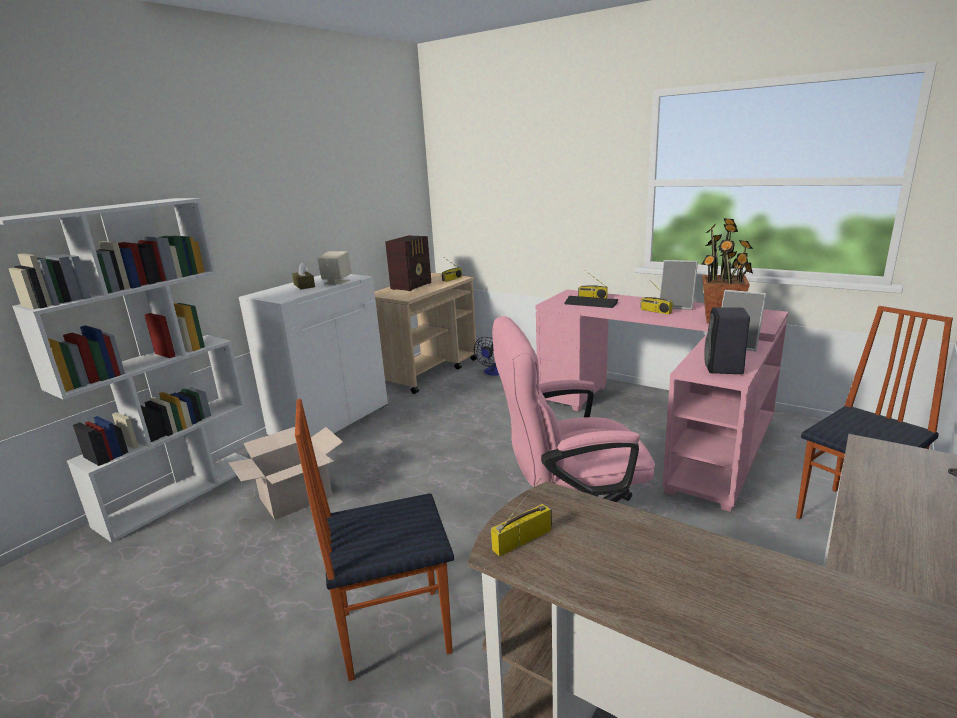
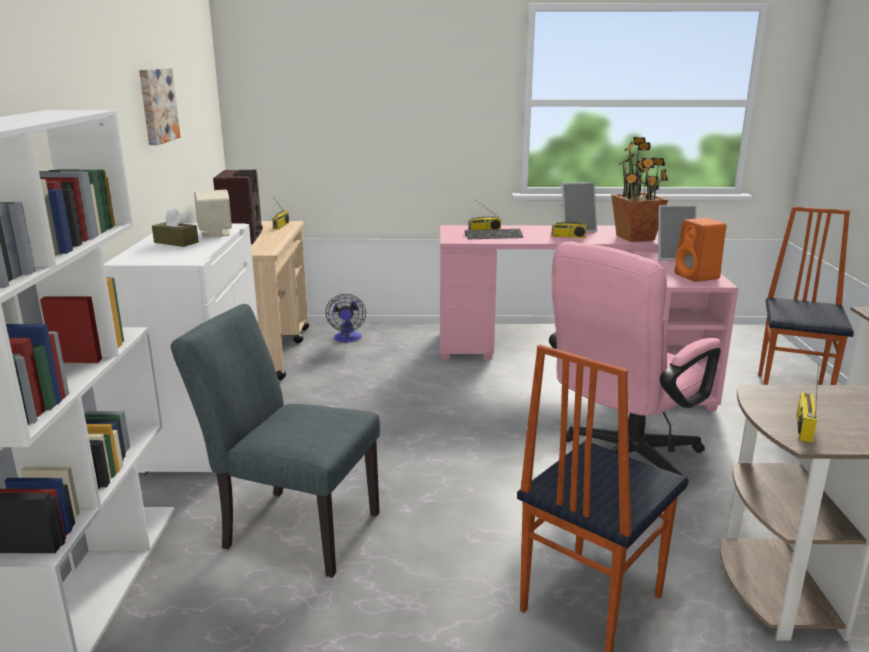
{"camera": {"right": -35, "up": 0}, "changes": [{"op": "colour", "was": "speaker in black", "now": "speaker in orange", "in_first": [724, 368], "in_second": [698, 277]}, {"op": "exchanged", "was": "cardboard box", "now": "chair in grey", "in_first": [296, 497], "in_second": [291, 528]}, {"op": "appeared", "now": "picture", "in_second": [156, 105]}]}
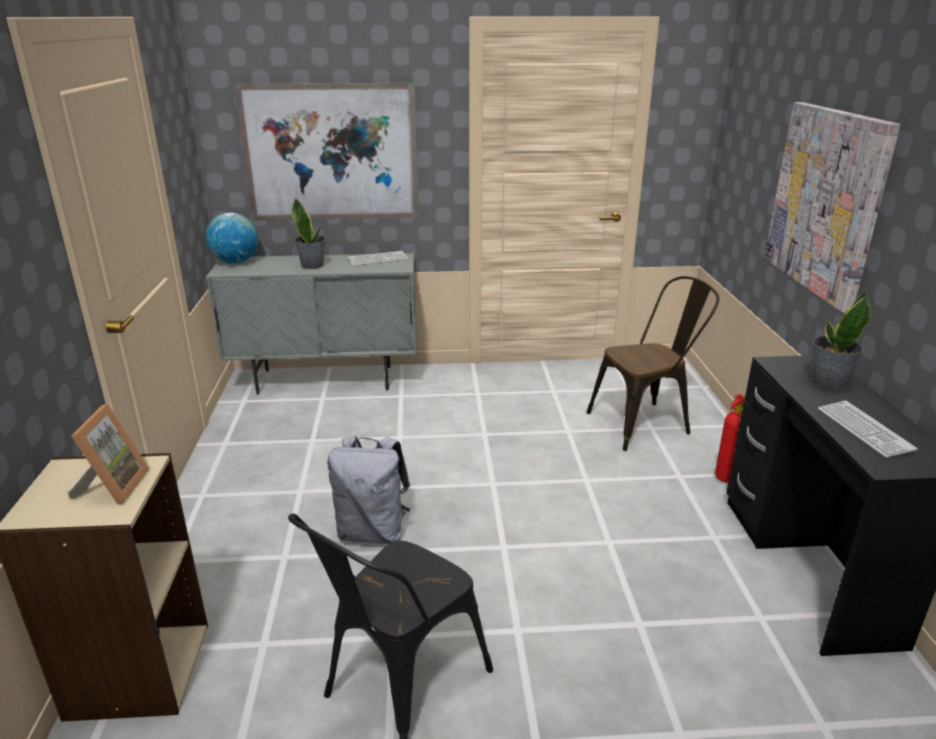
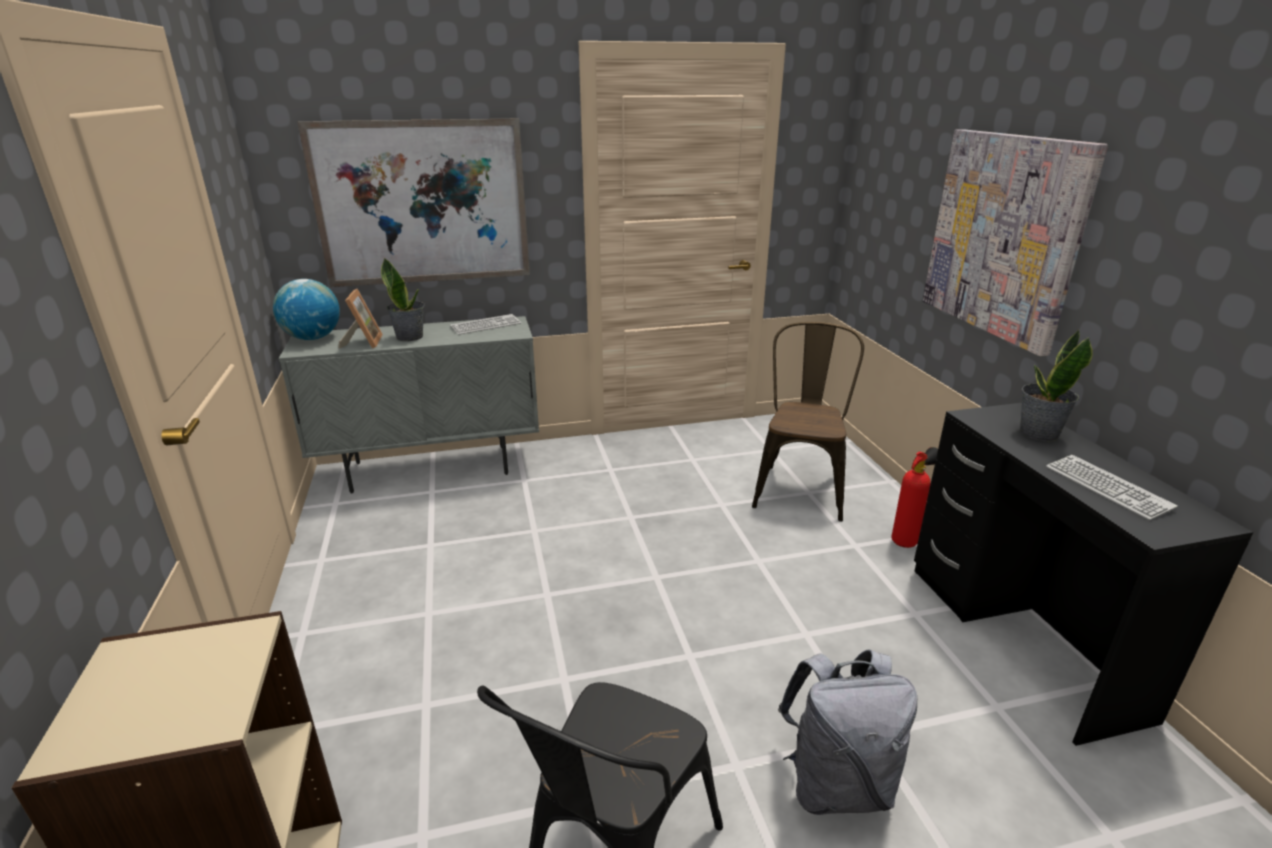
{"camera": {"right": -10, "up": 0}, "changes": [{"op": "spun", "was": "chair in brown", "in_first": [646, 423], "in_second": [800, 487], "clockwise": -45}, {"op": "relocated", "was": "picture frame", "in_first": [113, 486], "in_second": [363, 342]}, {"op": "relocated", "was": "backpack in grey", "in_first": [373, 532], "in_second": [836, 784]}]}
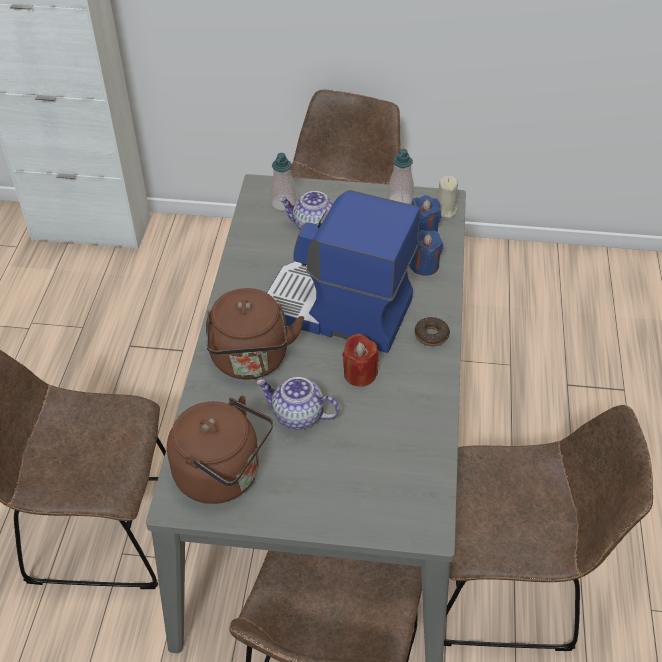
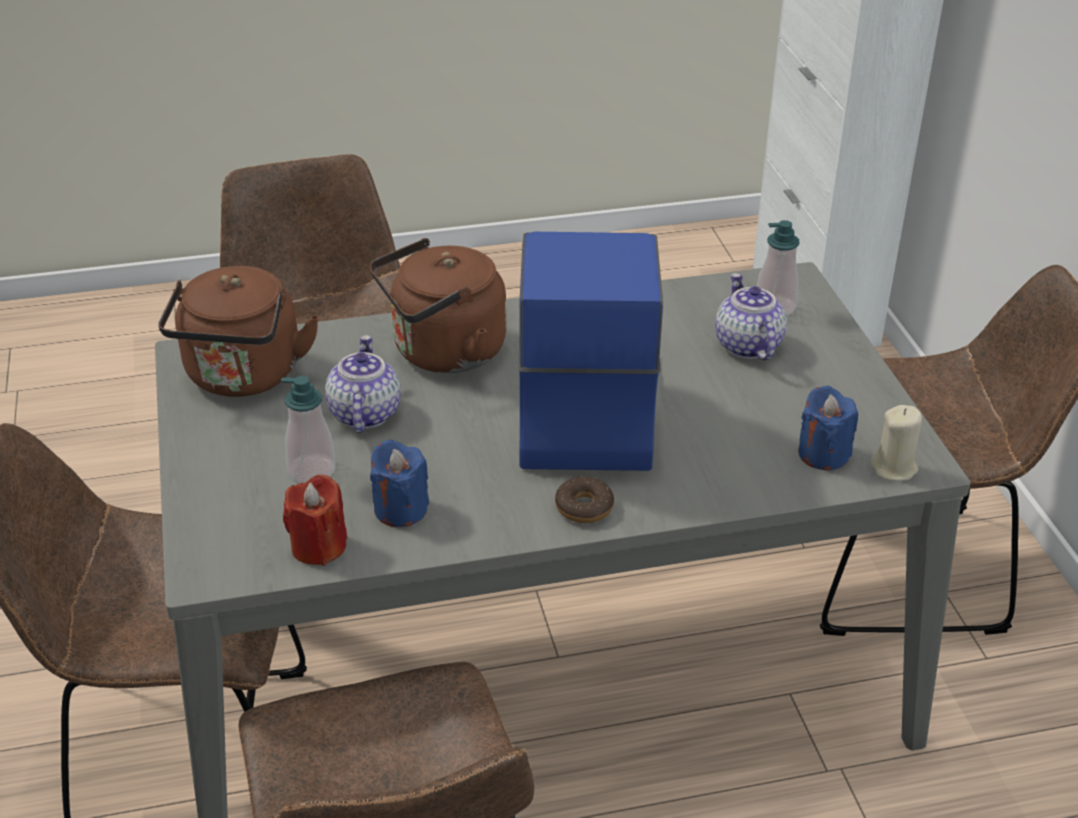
{"camera": {"right": 70, "up": -10}, "changes": [{"op": "relocated", "was": "soap dispenser", "in_first": [400, 199], "in_second": [311, 470]}, {"op": "relocated", "was": "candle in blue", "in_first": [424, 265], "in_second": [400, 509]}, {"op": "relocated", "was": "candle in red", "in_first": [359, 374], "in_second": [318, 546]}]}
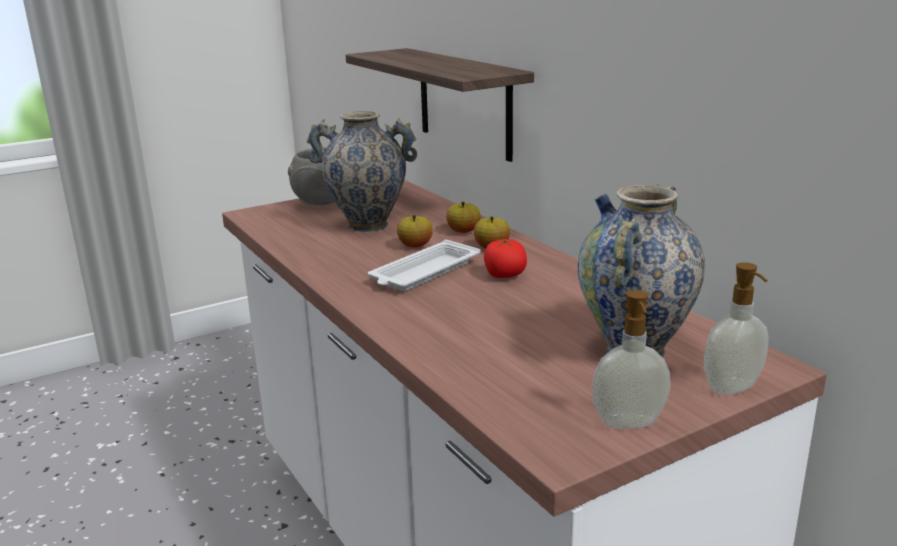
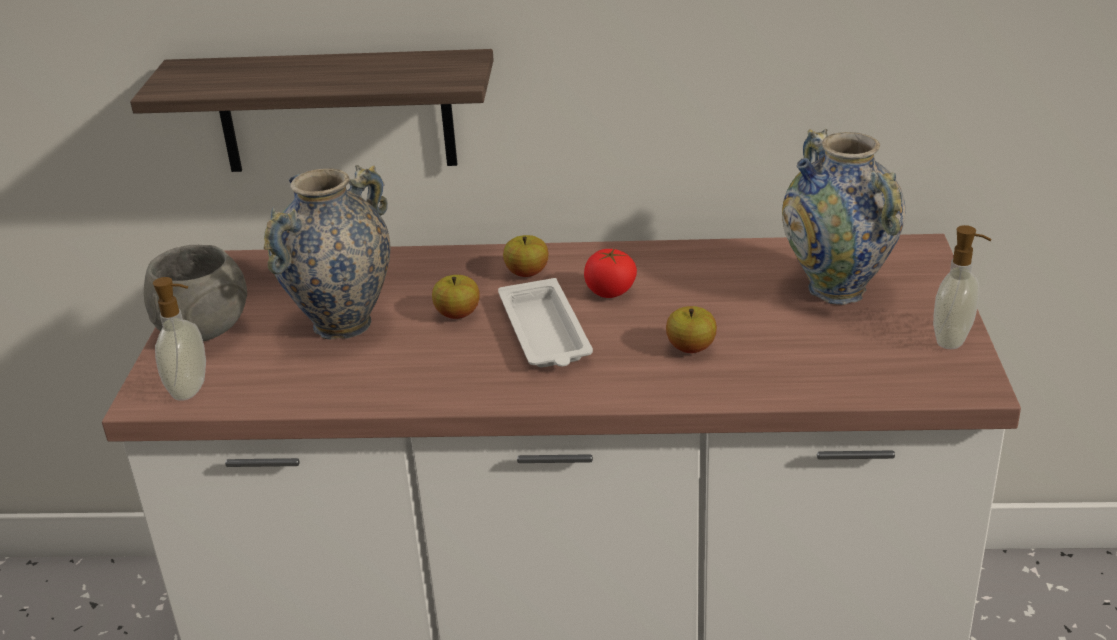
{"camera": {"right": -55, "up": 10}, "changes": [{"op": "relocated", "was": "apple", "in_first": [463, 231], "in_second": [691, 348]}, {"op": "relocated", "was": "soap dispenser", "in_first": [733, 388], "in_second": [191, 389]}]}
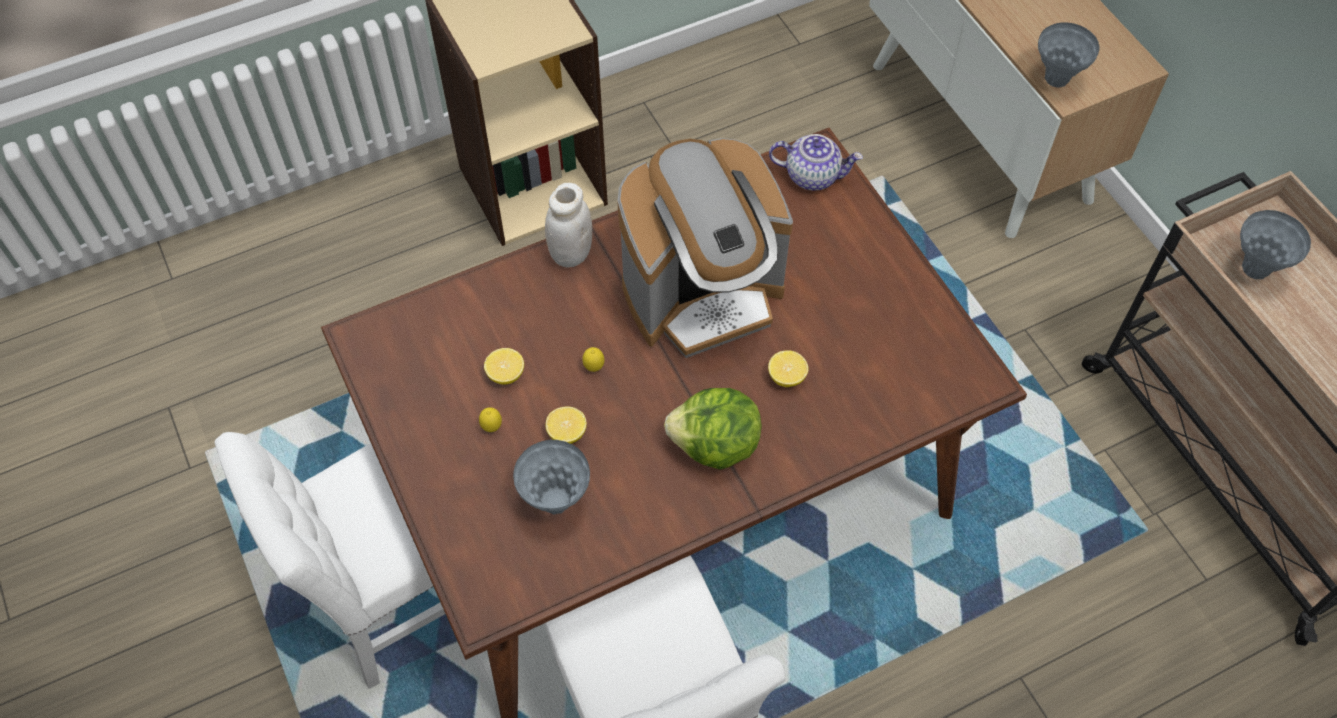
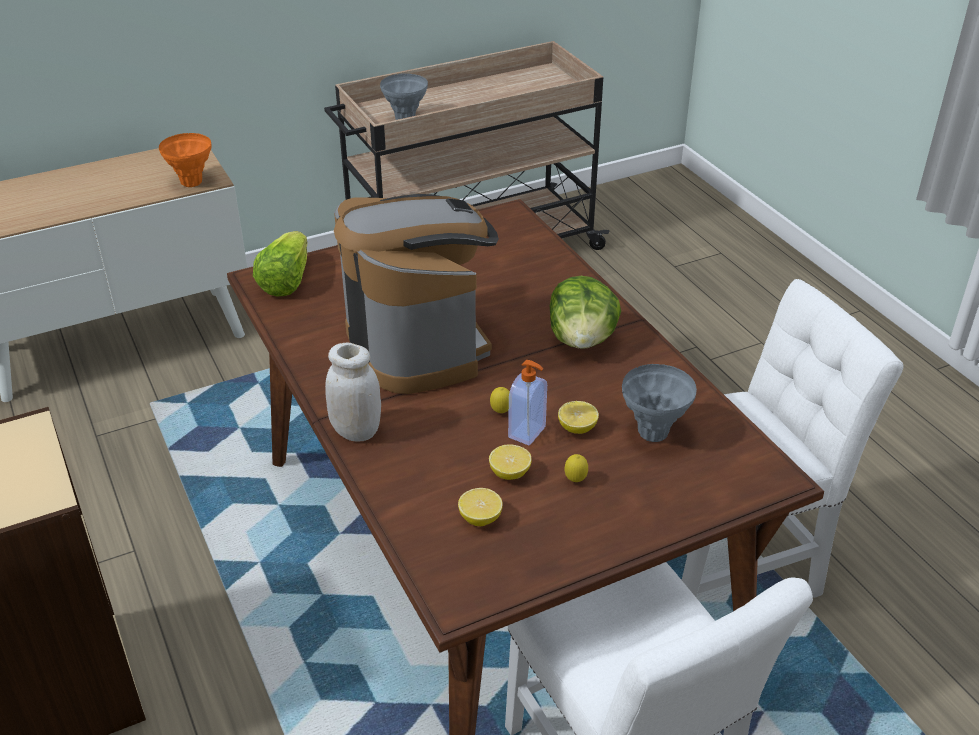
{"camera": {"right": -90, "up": -20}, "changes": [{"op": "colour", "was": "vase in grey", "now": "vase in orange", "in_first": [1056, 80], "in_second": [192, 183]}, {"op": "exchanged", "was": "teapot", "now": "lettuce", "in_first": [813, 175], "in_second": [285, 281]}, {"op": "relocated", "was": "lemon", "in_first": [786, 377], "in_second": [480, 518]}, {"op": "appeared", "now": "soap dispenser", "in_second": [528, 433]}]}
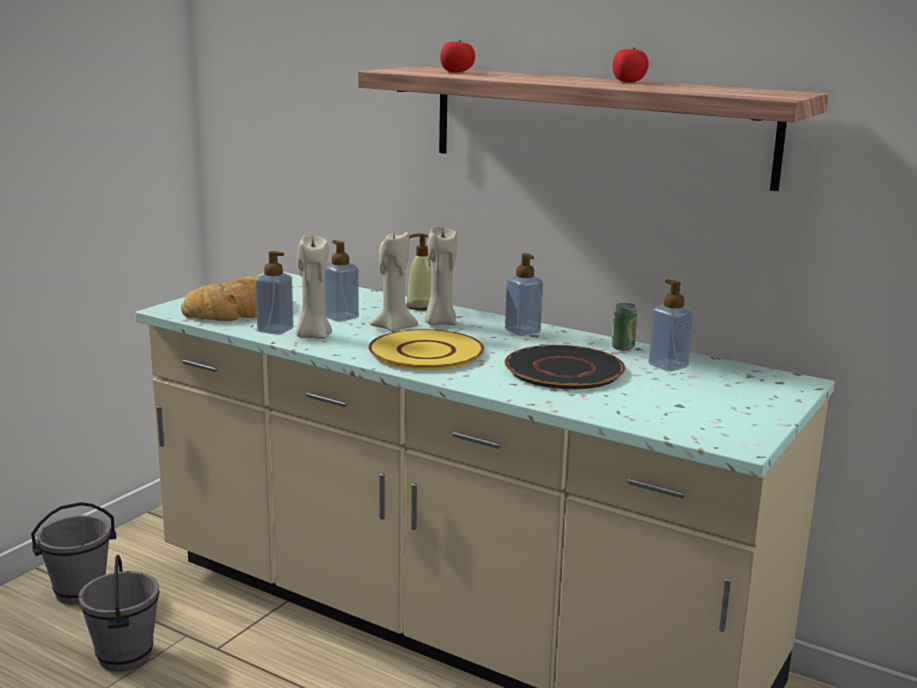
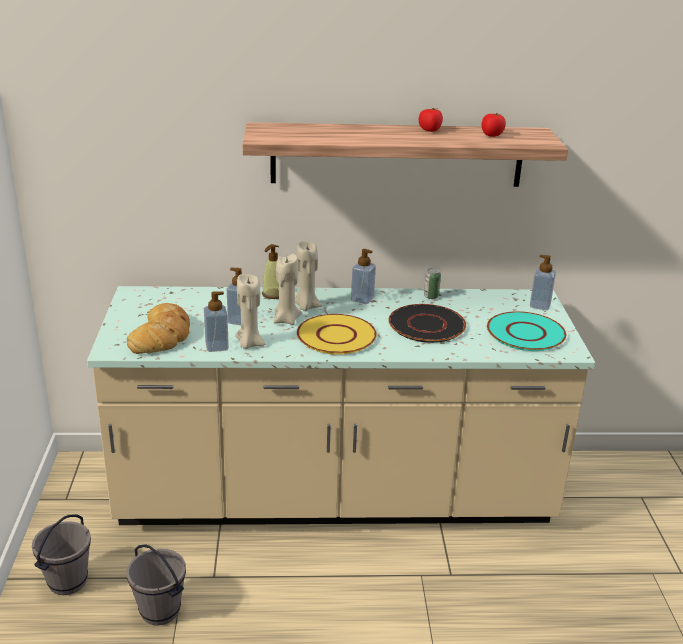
{"camera": {"right": -35, "up": 10}, "changes": [{"op": "relocated", "was": "tomato", "in_first": [457, 72], "in_second": [491, 135]}, {"op": "relocated", "was": "soap dispenser", "in_first": [668, 366], "in_second": [540, 305]}, {"op": "appeared", "now": "plate in turquoise", "in_second": [526, 333]}]}
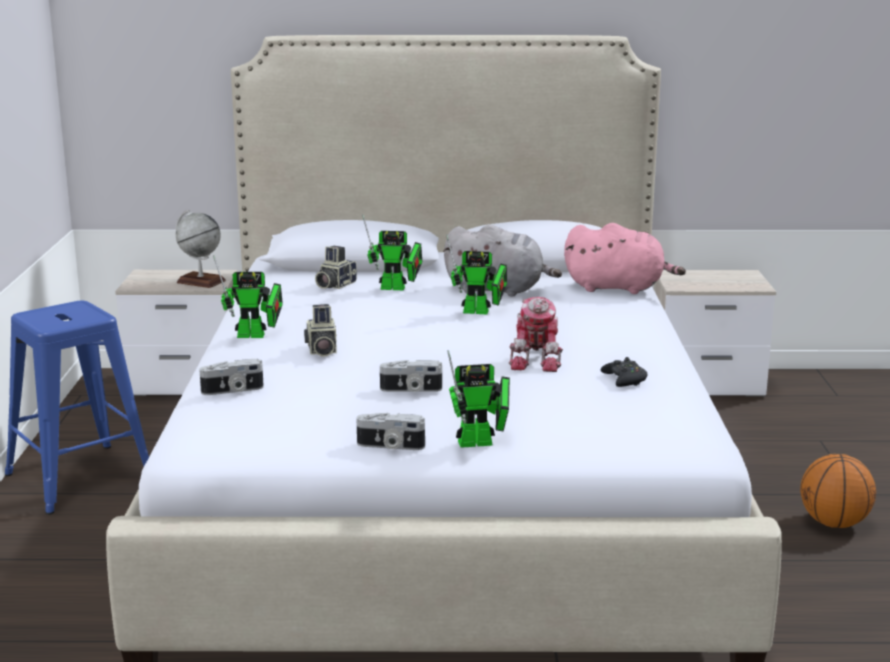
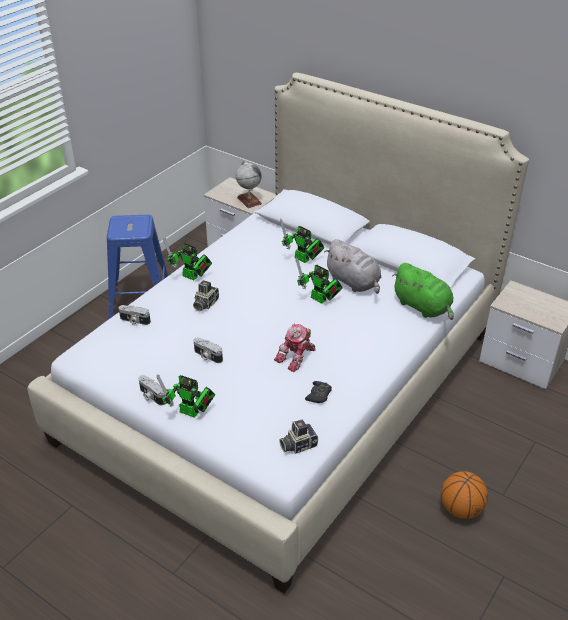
{"camera": {"right": 35, "up": 20}, "changes": [{"op": "colour", "was": "plush toy in pink", "now": "plush toy in green", "in_first": [618, 288], "in_second": [423, 307]}, {"op": "relocated", "was": "photo camera", "in_first": [334, 285], "in_second": [297, 445]}]}
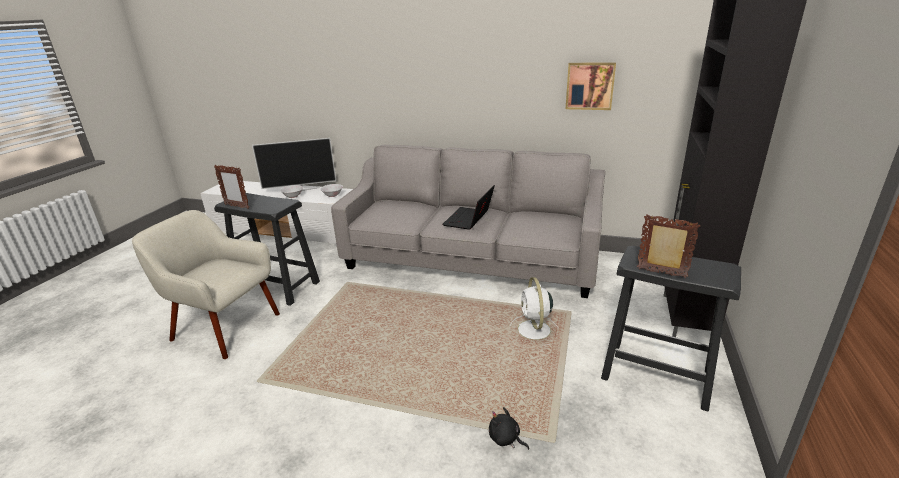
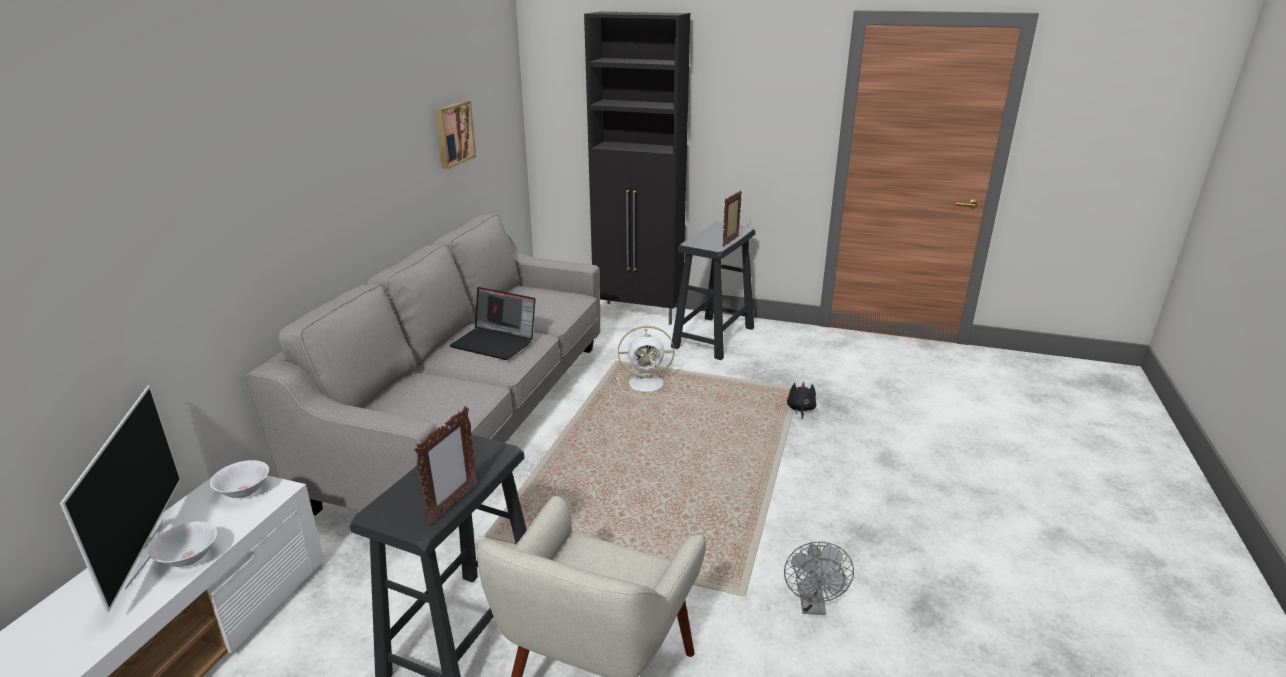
{"camera": {"right": -90, "up": 0}, "changes": [{"op": "spun", "was": "plush toy in black", "in_first": [505, 439], "in_second": [800, 409], "clockwise": 150}, {"op": "appeared", "now": "fan in grey", "in_second": [813, 606]}]}
